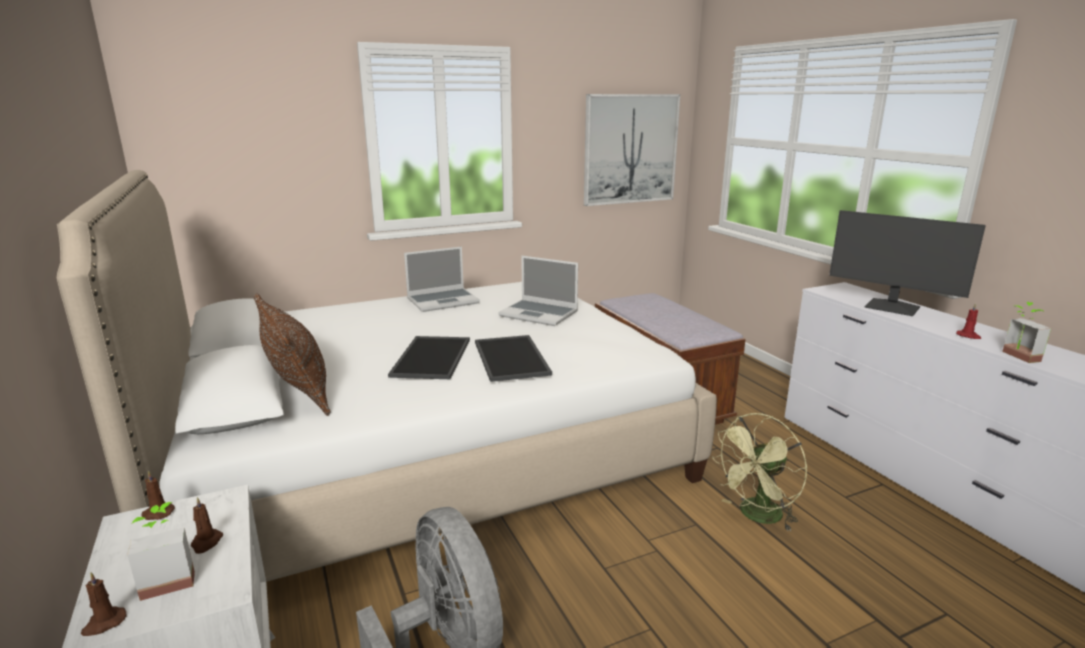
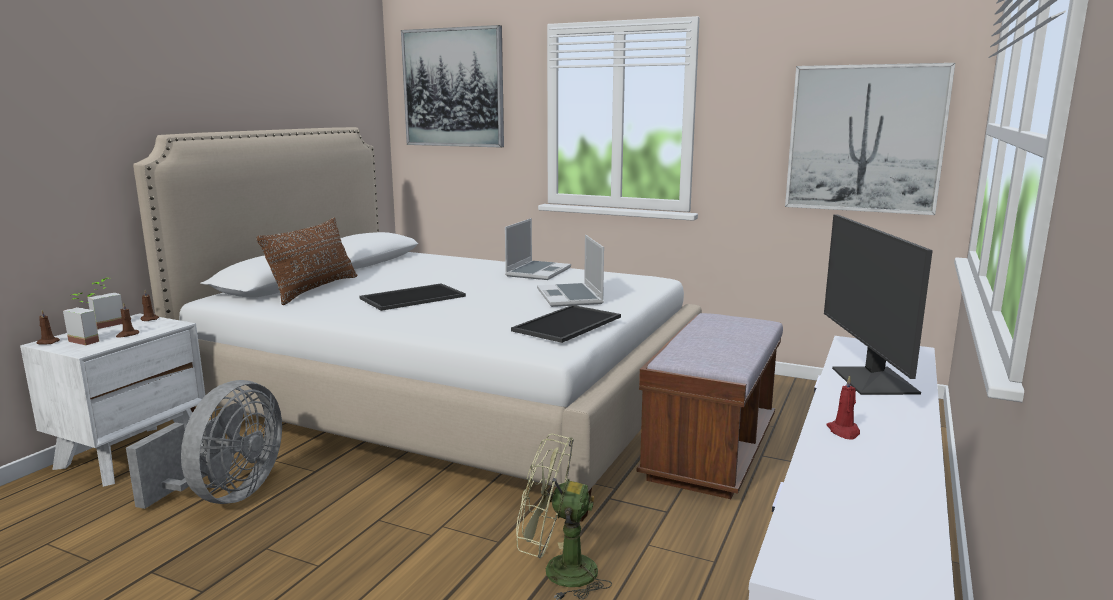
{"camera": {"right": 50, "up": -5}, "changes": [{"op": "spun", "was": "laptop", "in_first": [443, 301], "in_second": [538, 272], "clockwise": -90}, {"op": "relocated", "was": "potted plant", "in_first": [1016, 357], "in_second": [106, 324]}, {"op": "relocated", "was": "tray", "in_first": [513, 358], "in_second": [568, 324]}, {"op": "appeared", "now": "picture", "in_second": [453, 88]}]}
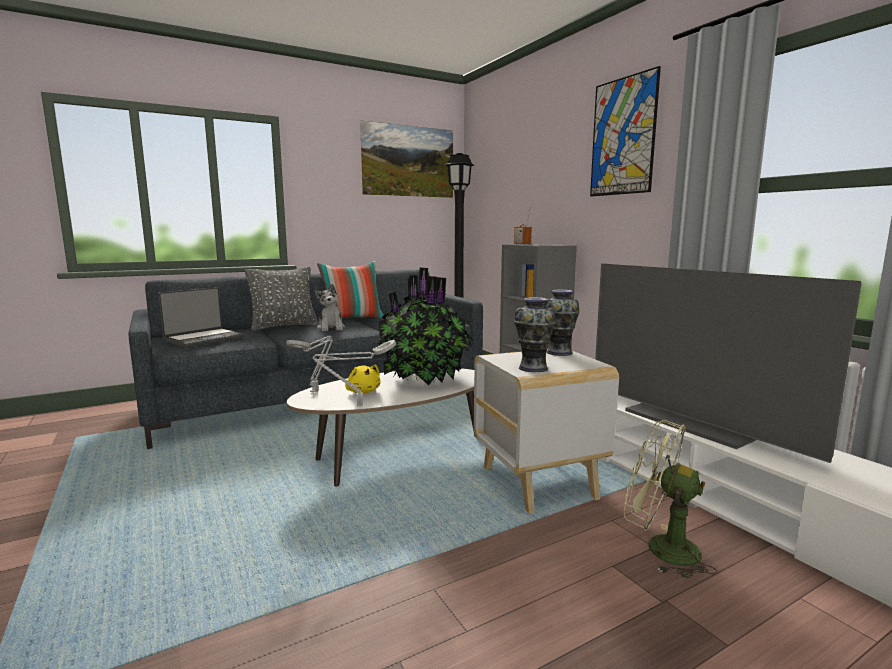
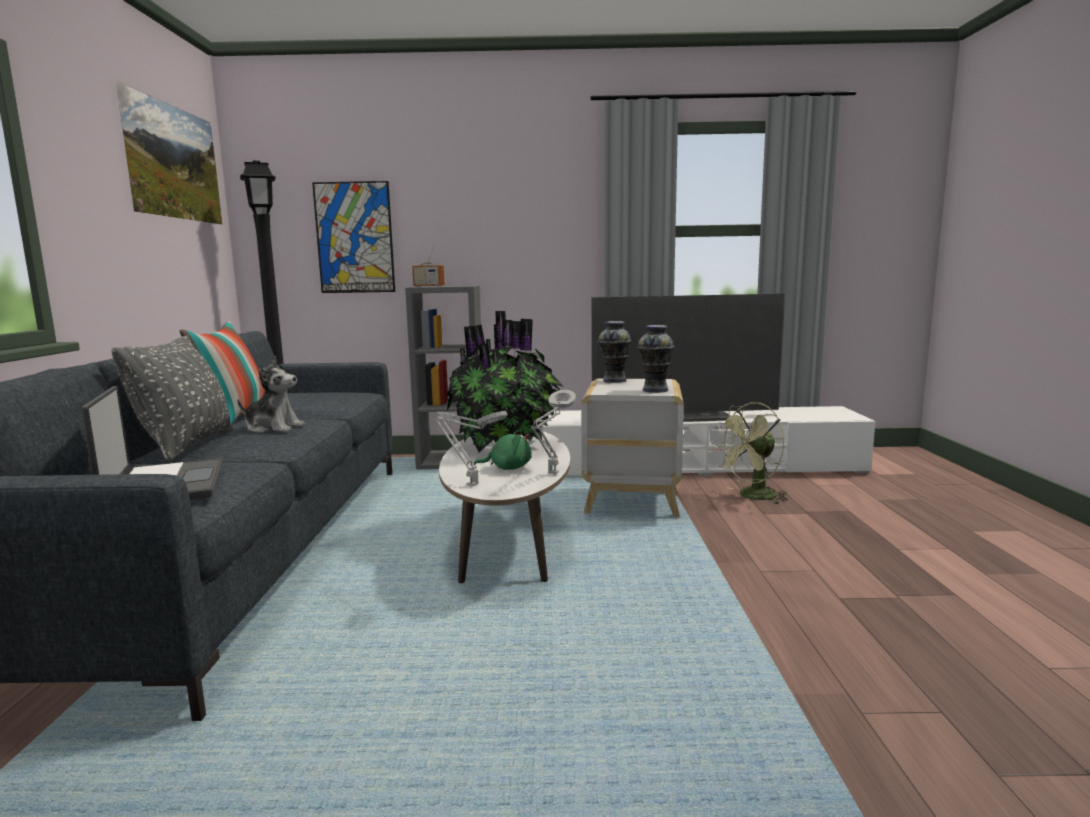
{"camera": {"right": -60, "up": 0}, "changes": [{"op": "relocated", "was": "picture", "in_first": [623, 137], "in_second": [354, 238]}, {"op": "colour", "was": "plush toy in yellow", "now": "plush toy in green", "in_first": [363, 392], "in_second": [507, 468]}]}
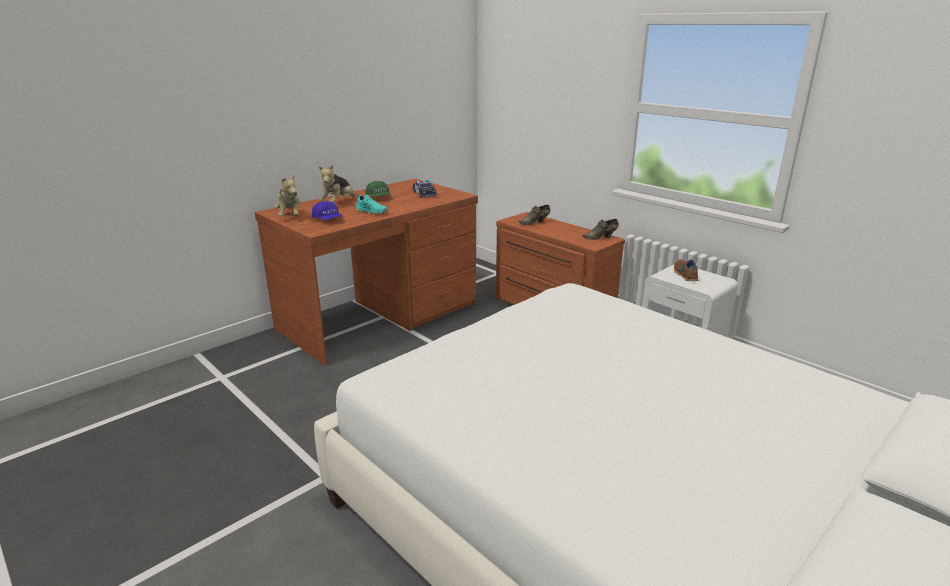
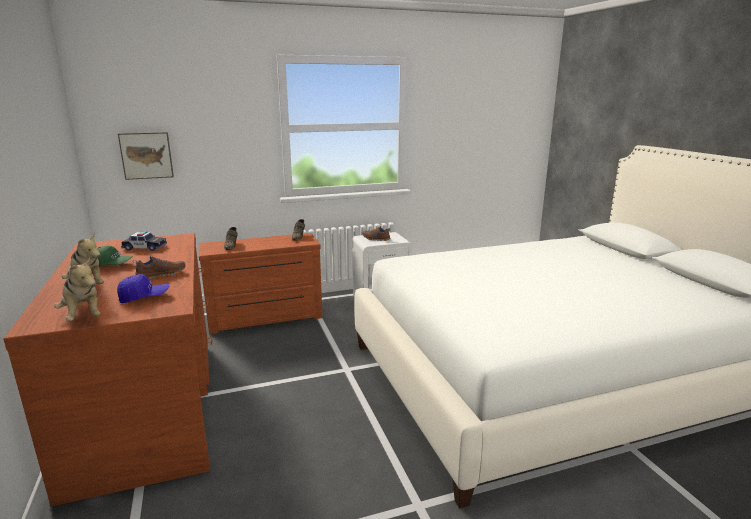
{"camera": {"right": -65, "up": -5}, "changes": [{"op": "spun", "was": "plush toy", "in_first": [290, 216], "in_second": [83, 316], "clockwise": 45}, {"op": "colour", "was": "shoe in turquoise", "now": "shoe in brown", "in_first": [372, 212], "in_second": [161, 275]}, {"op": "appeared", "now": "picture", "in_second": [146, 155]}]}
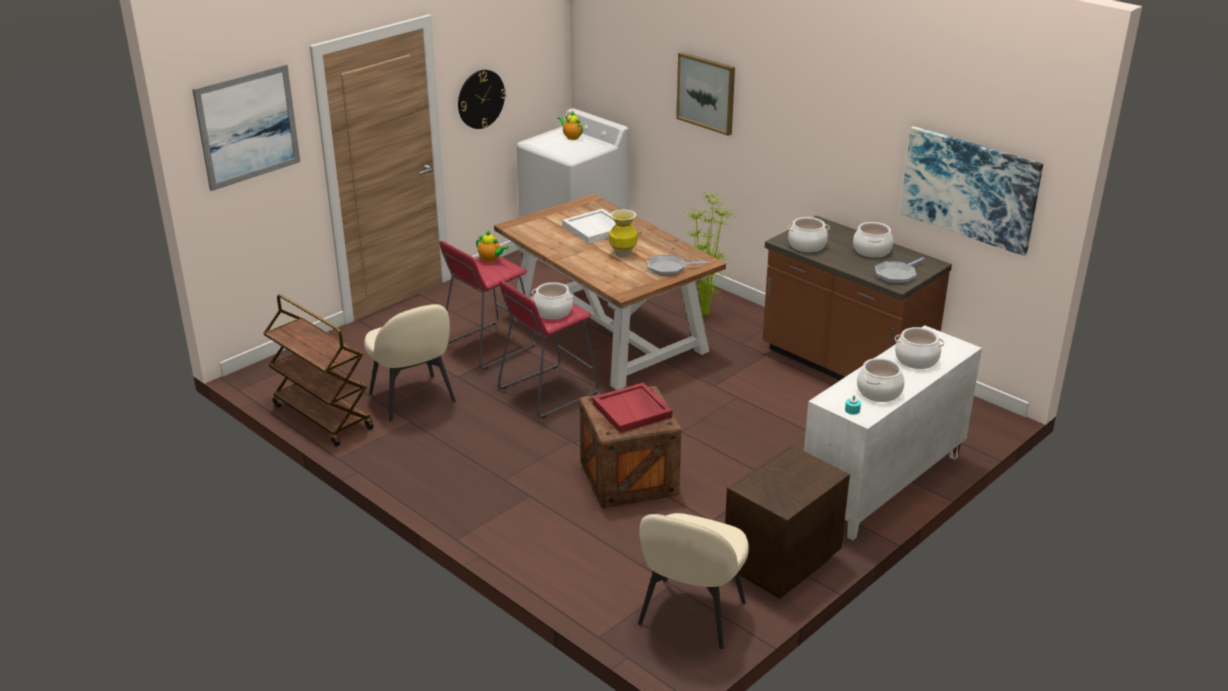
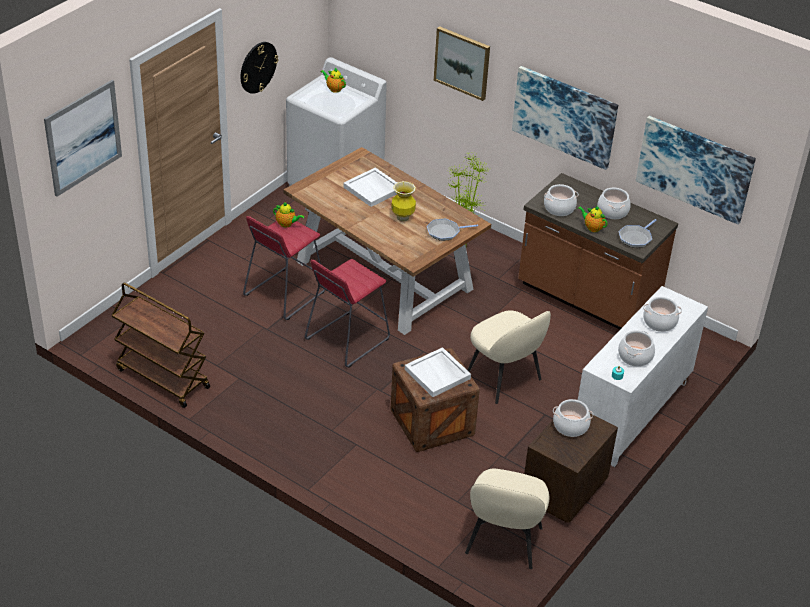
{"camera": {"right": -10, "up": 10}, "changes": [{"op": "relocated", "was": "cooking pot", "in_first": [552, 311], "in_second": [570, 426]}, {"op": "relocated", "was": "chair in beige", "in_first": [413, 399], "in_second": [504, 379]}, {"op": "colour", "was": "tray in red", "now": "tray in white", "in_first": [632, 410], "in_second": [438, 374]}, {"op": "appeared", "now": "picture", "in_second": [564, 116]}, {"op": "appeared", "now": "teapot", "in_second": [592, 227]}]}
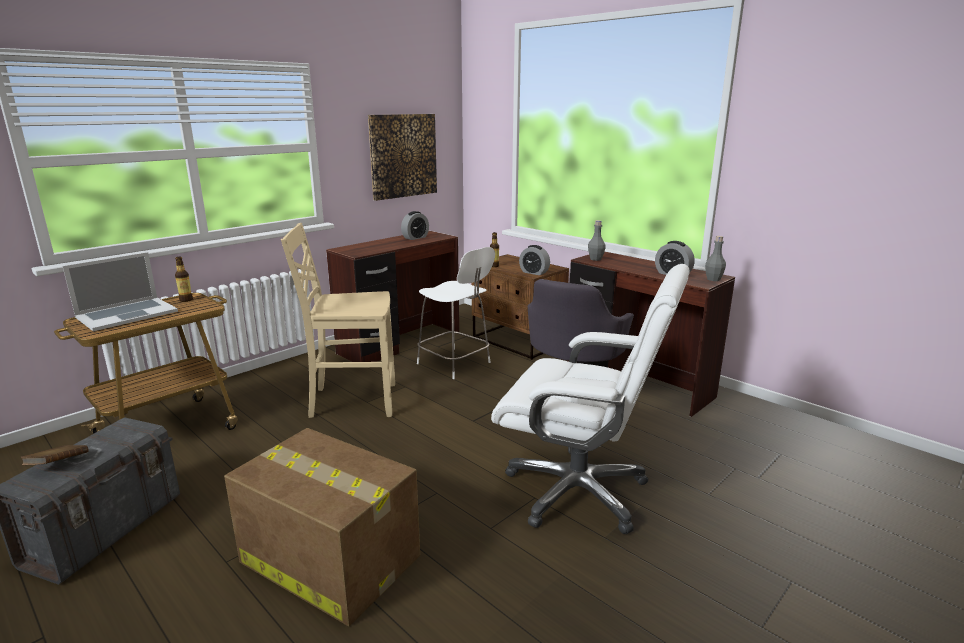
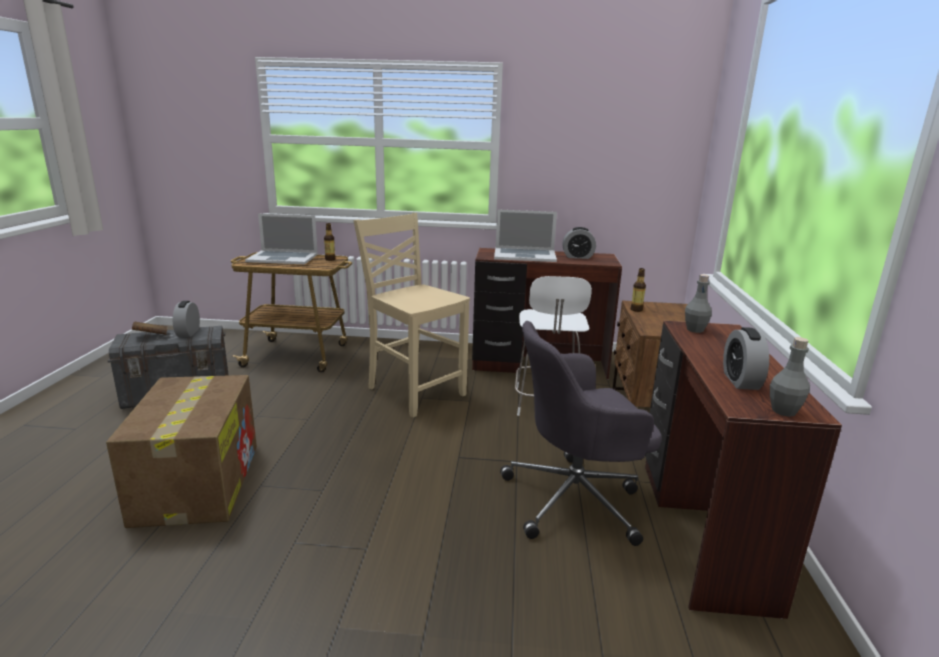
{"camera": {"right": 50, "up": 0}, "changes": [{"op": "missing", "was": "picture", "in_first": [403, 156]}, {"op": "relocated", "was": "alarm clock", "in_first": [534, 272], "in_second": [188, 333]}, {"op": "missing", "was": "office chair in white", "in_first": [578, 491]}, {"op": "appeared", "now": "laptop", "in_second": [524, 255]}]}
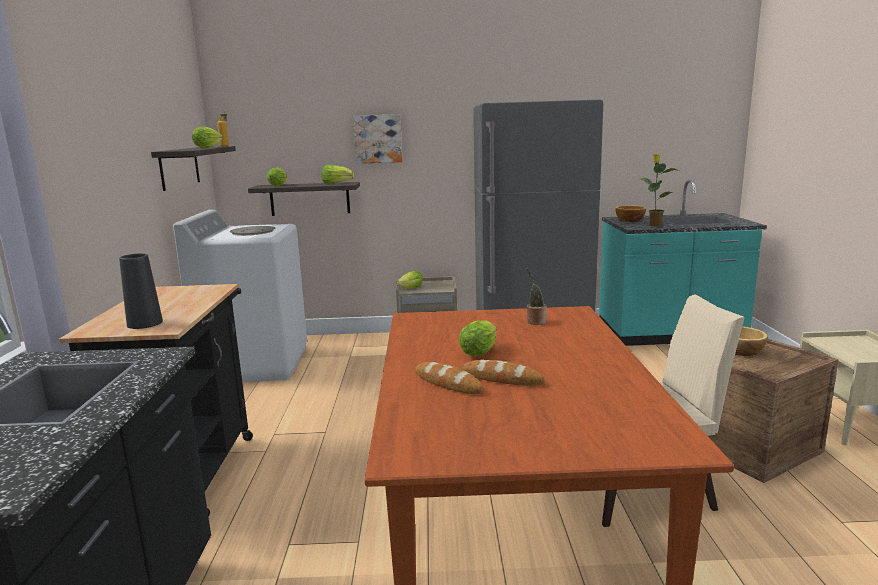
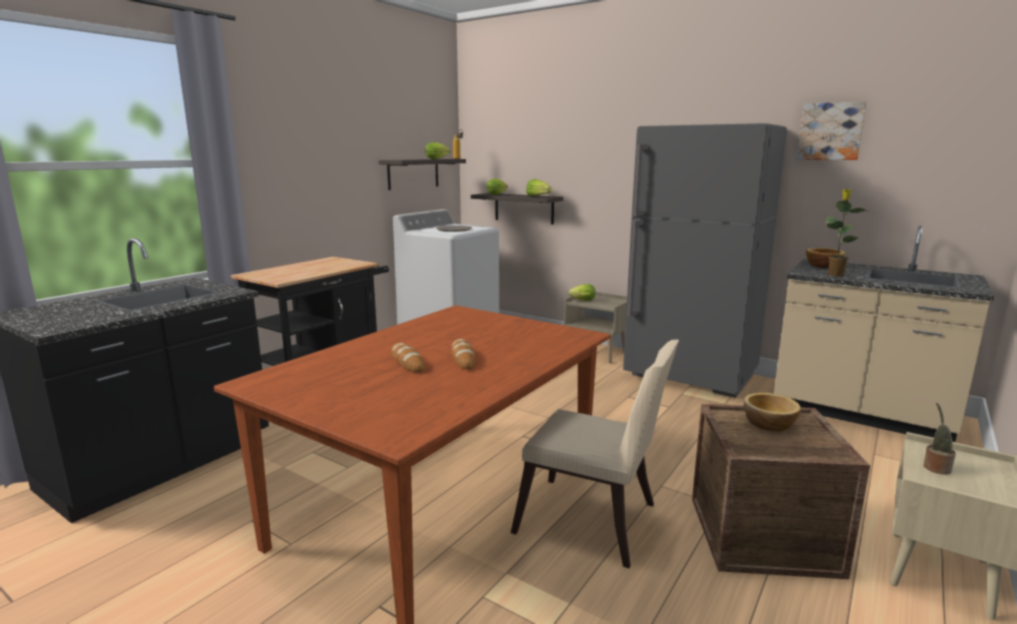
{"camera": {"right": 35, "up": 0}, "changes": [{"op": "relocated", "was": "picture", "in_first": [378, 139], "in_second": [830, 131]}, {"op": "colour", "was": "counter in turquoise", "now": "counter in beige", "in_first": [670, 335], "in_second": [860, 413]}, {"op": "missing", "was": "vase in black", "in_first": [145, 323]}, {"op": "relocated", "was": "potted plant", "in_first": [535, 321], "in_second": [935, 467]}, {"op": "missing", "was": "lettuce", "in_first": [480, 351]}, {"op": "relocated", "was": "bread", "in_first": [448, 383], "in_second": [463, 357]}]}
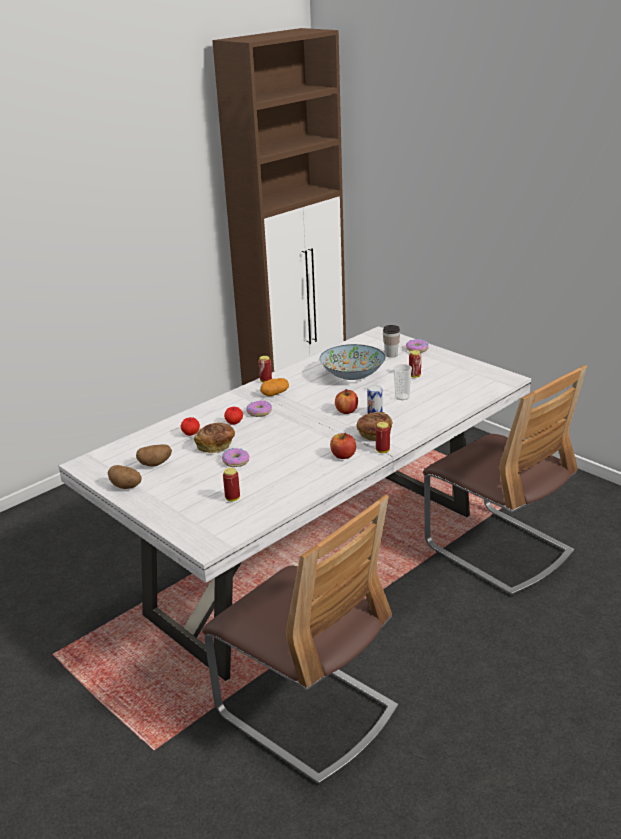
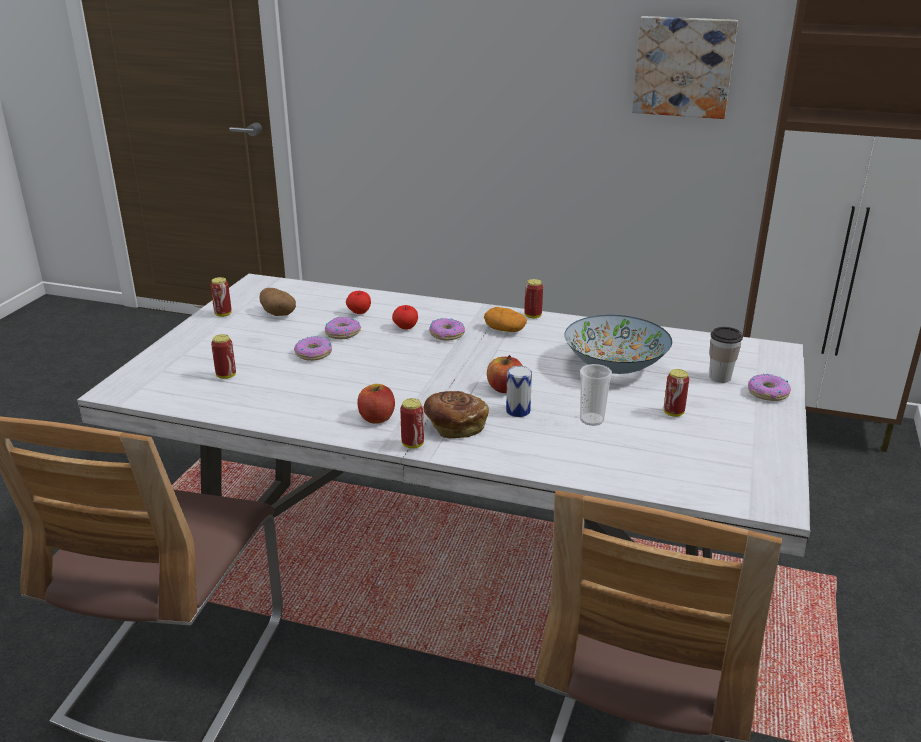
{"camera": {"right": 60, "up": 0}, "changes": [{"op": "exchanged", "was": "bread", "now": "donut", "in_first": [216, 446], "in_second": [342, 333]}, {"op": "exchanged", "was": "potato", "now": "can", "in_first": [126, 486], "in_second": [223, 314]}, {"op": "appeared", "now": "picture", "in_second": [683, 66]}]}
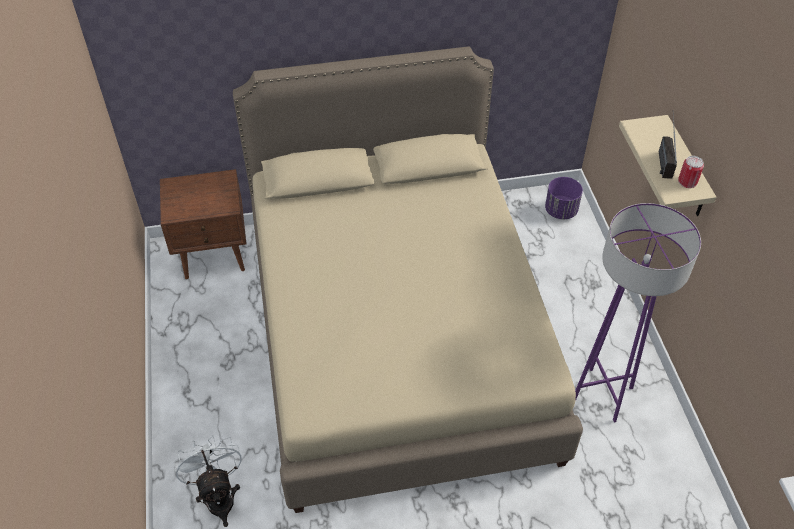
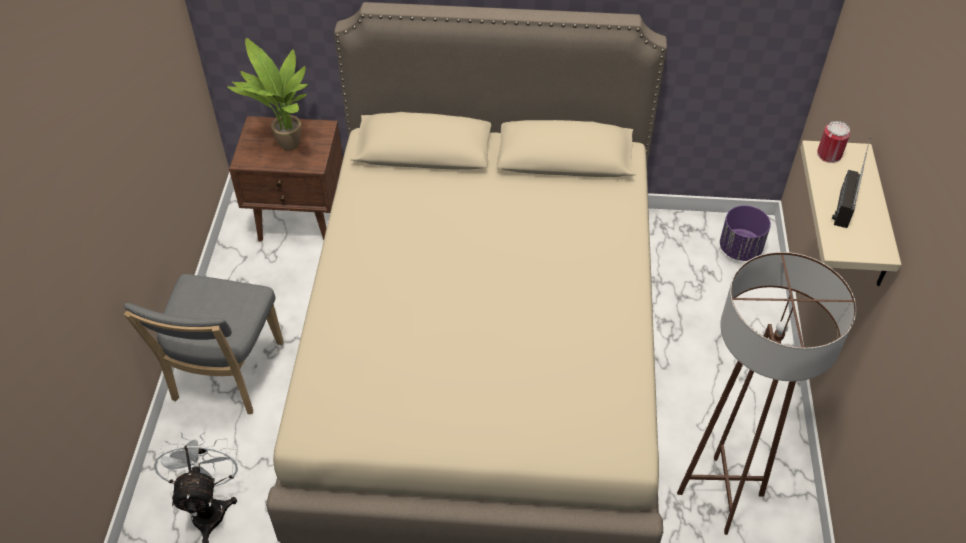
{"camera": {"right": 15, "up": 0}, "changes": [{"op": "relocated", "was": "can", "in_first": [687, 181], "in_second": [829, 154]}, {"op": "colour", "was": "floor lamp in purple", "now": "floor lamp in brown", "in_first": [602, 394], "in_second": [720, 494]}, {"op": "appeared", "now": "potted plant", "in_second": [286, 146]}, {"op": "appeared", "now": "chair in grey", "in_second": [225, 376]}]}
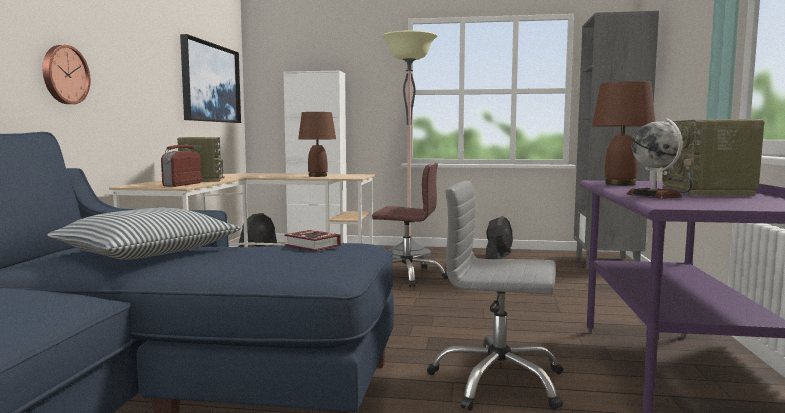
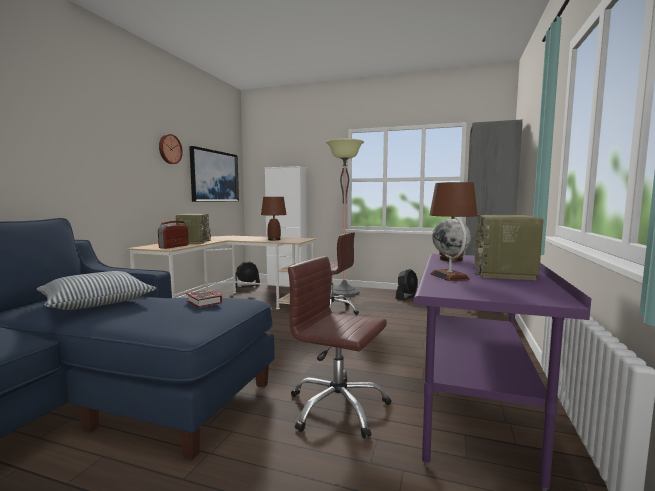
{"camera": {"right": 10, "up": 0}, "changes": [{"op": "relocated", "was": "wall clock", "in_first": [64, 75], "in_second": [169, 149]}, {"op": "colour", "was": "office chair in grey", "now": "office chair in brown", "in_first": [498, 382], "in_second": [337, 407]}]}
